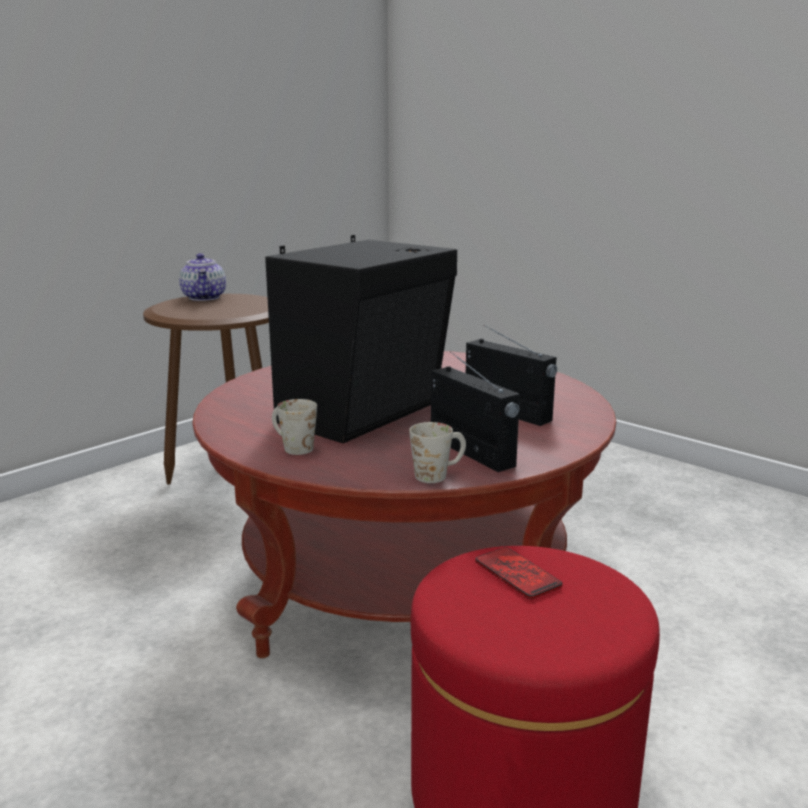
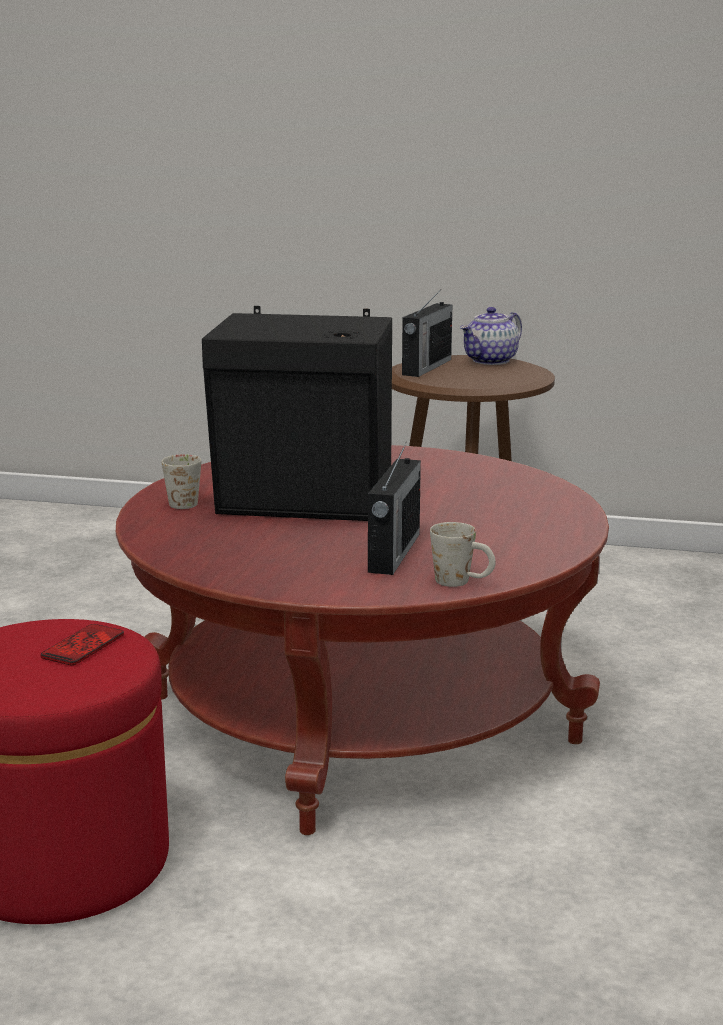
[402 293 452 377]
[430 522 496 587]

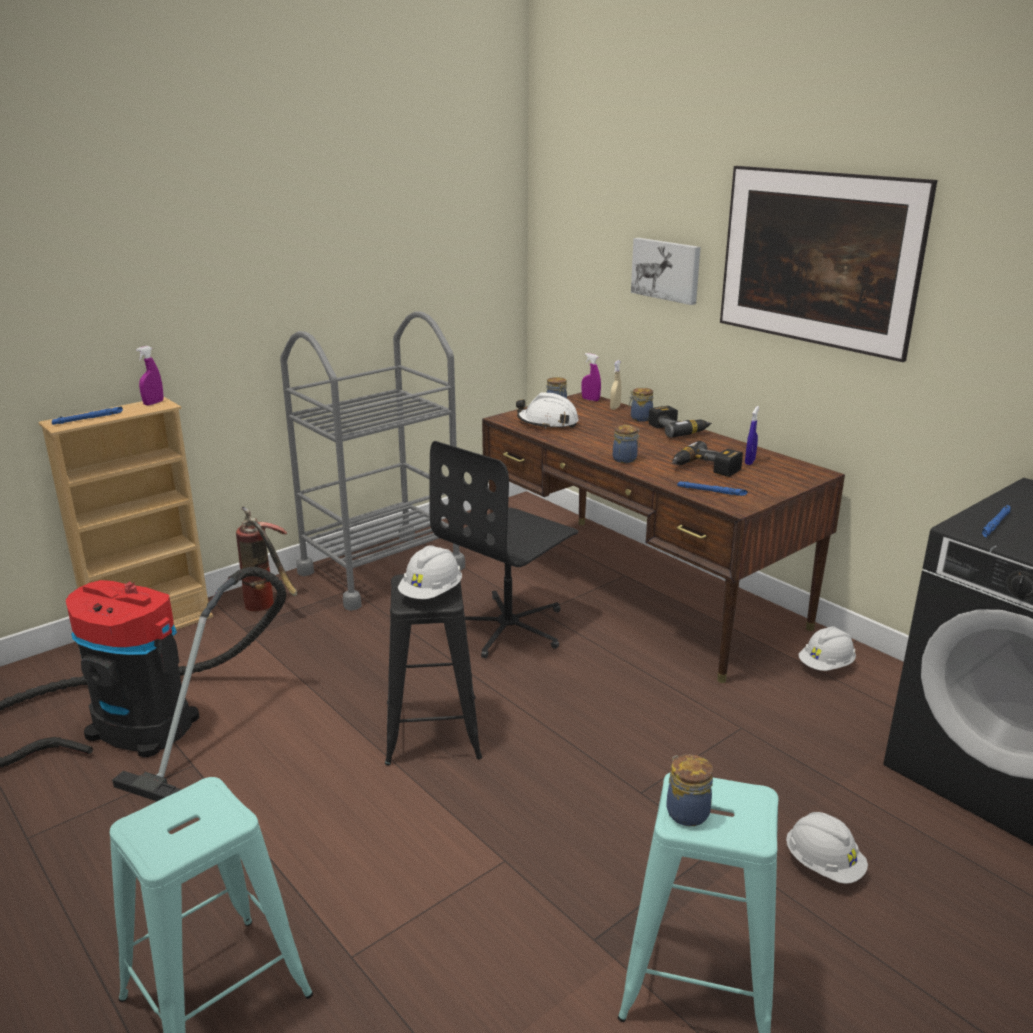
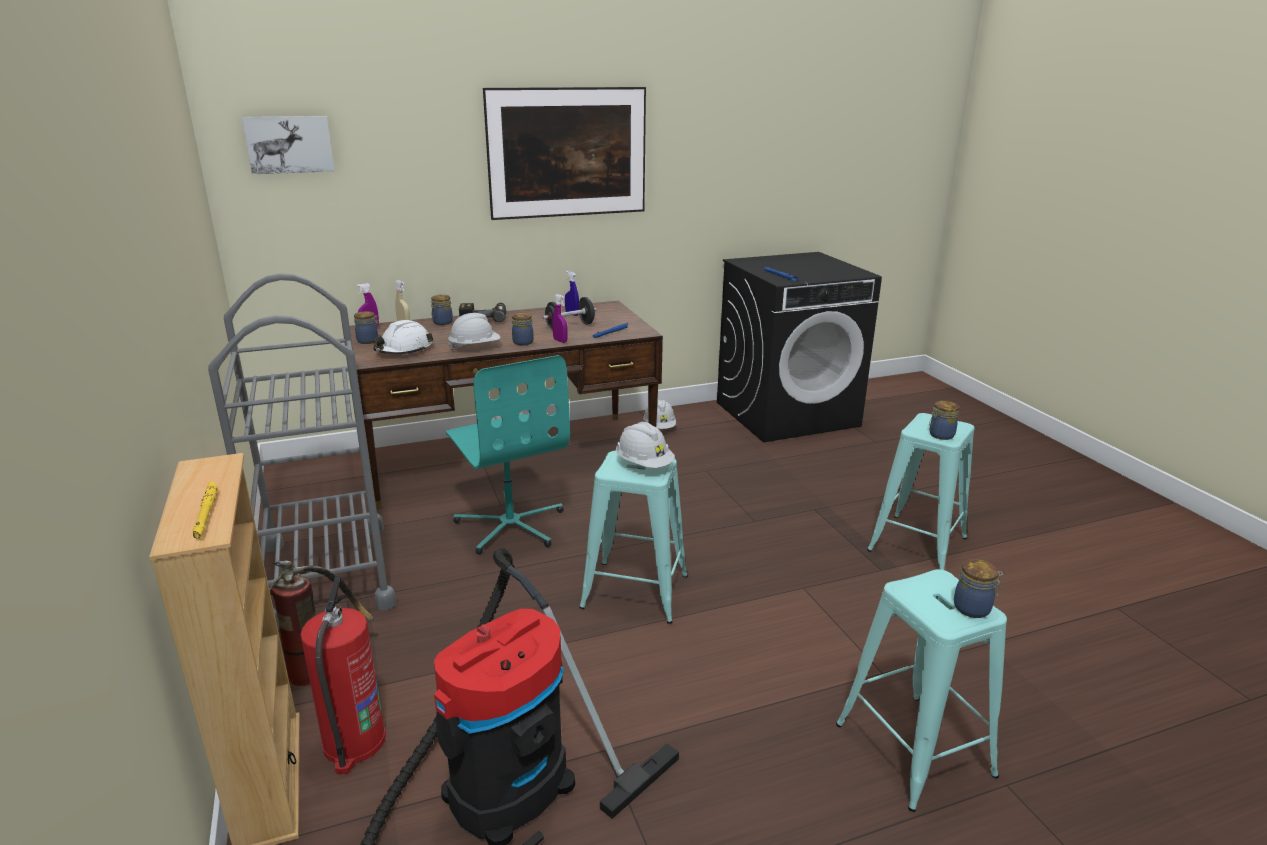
[193 481 218 539]
[242 116 334 174]
[300 576 386 774]
[446 355 570 555]
[448 313 500 350]
[542 297 597 330]
[552 294 568 343]
[579 451 688 624]
[954 559 1003 618]

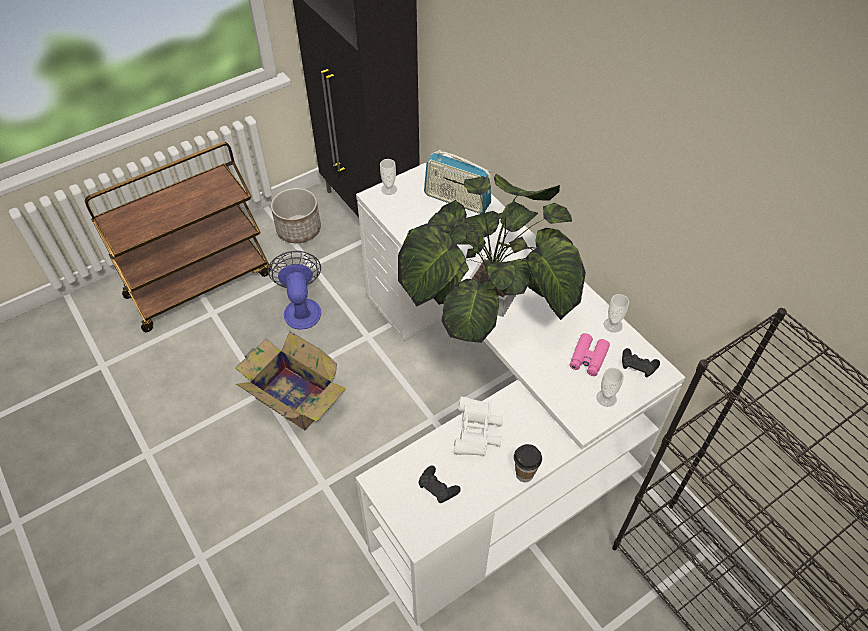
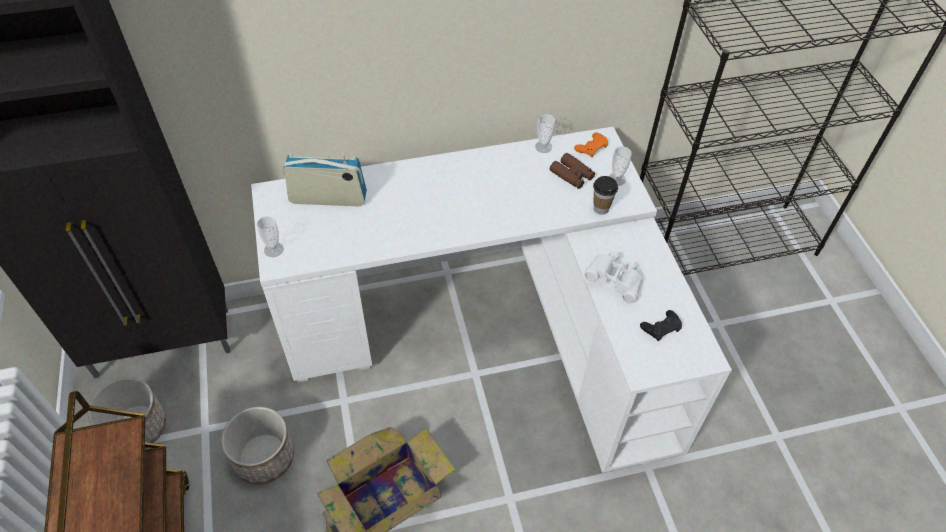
[221 407 294 485]
[283 152 367 206]
[550 153 595 189]
[574 132 608 157]
[593 176 618 214]
[398 174 586 343] (first image)

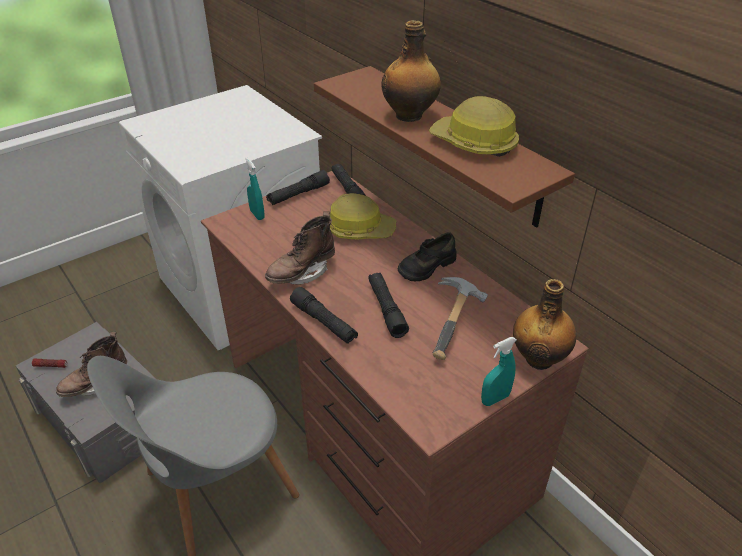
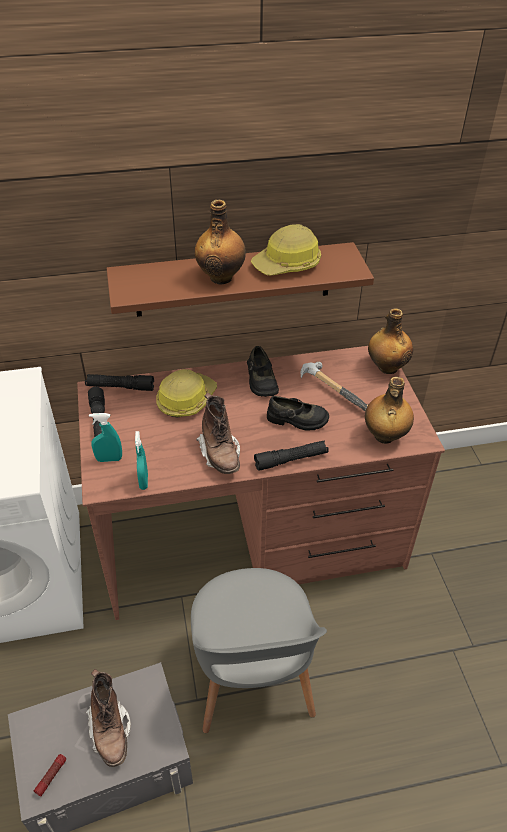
[135 431 148 490]
[267 396 329 431]
[365 377 414 444]

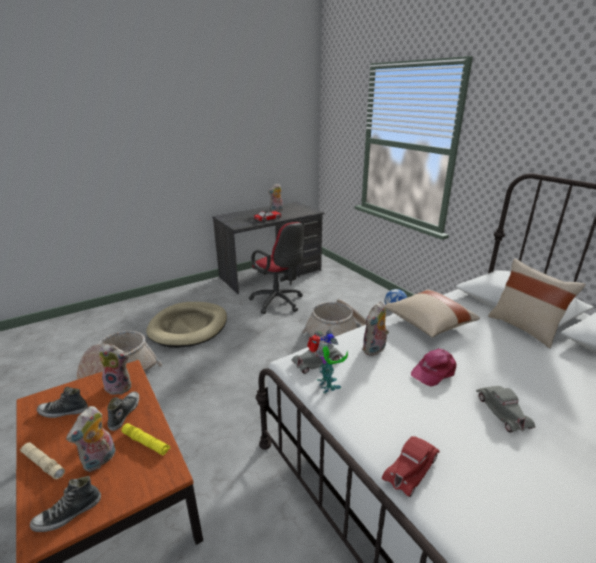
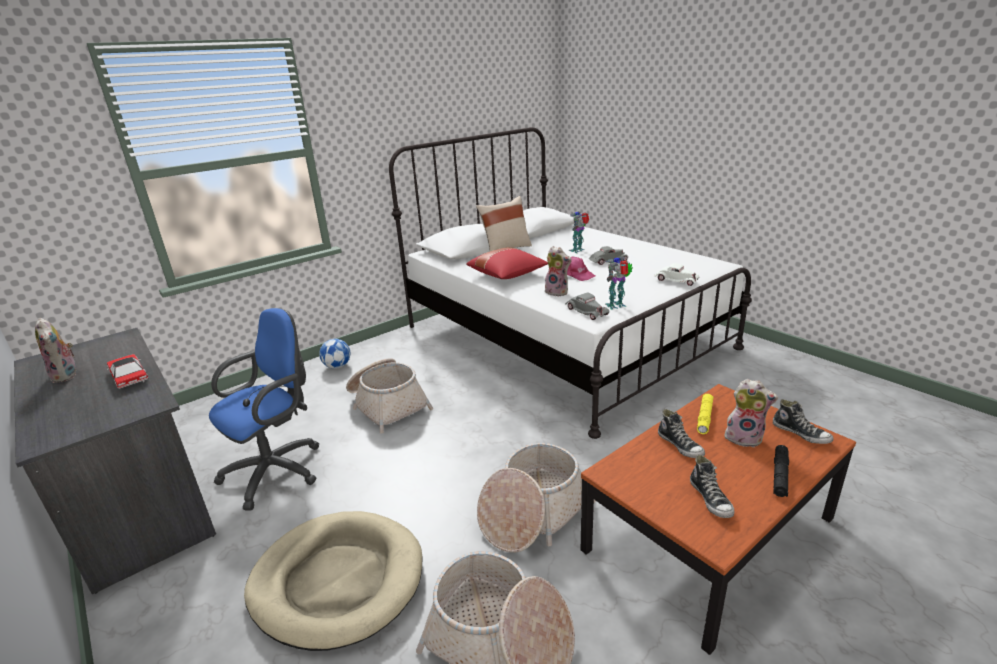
[209 308 320 511]
[466 247 548 279]
[477 443 596 553]
[568 211 589 253]
[654 263 700 286]
[658 409 705 458]
[773 445 789 497]
[99 344 131 395] (first image)

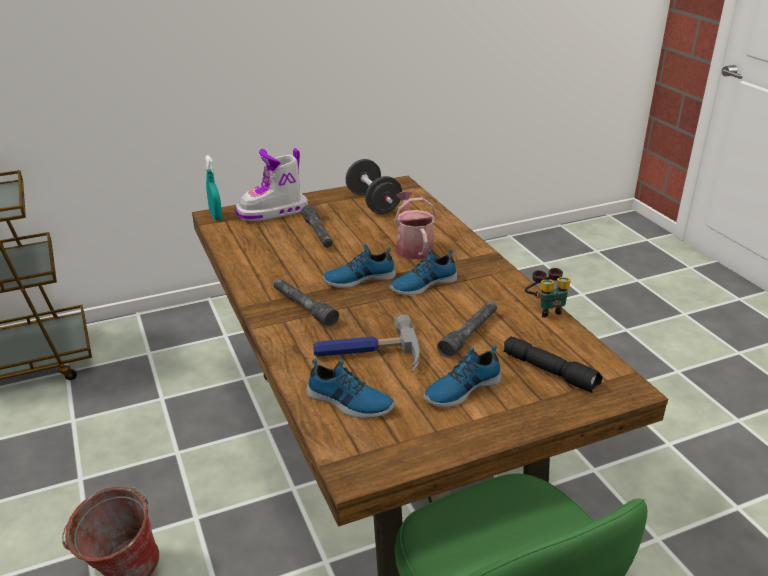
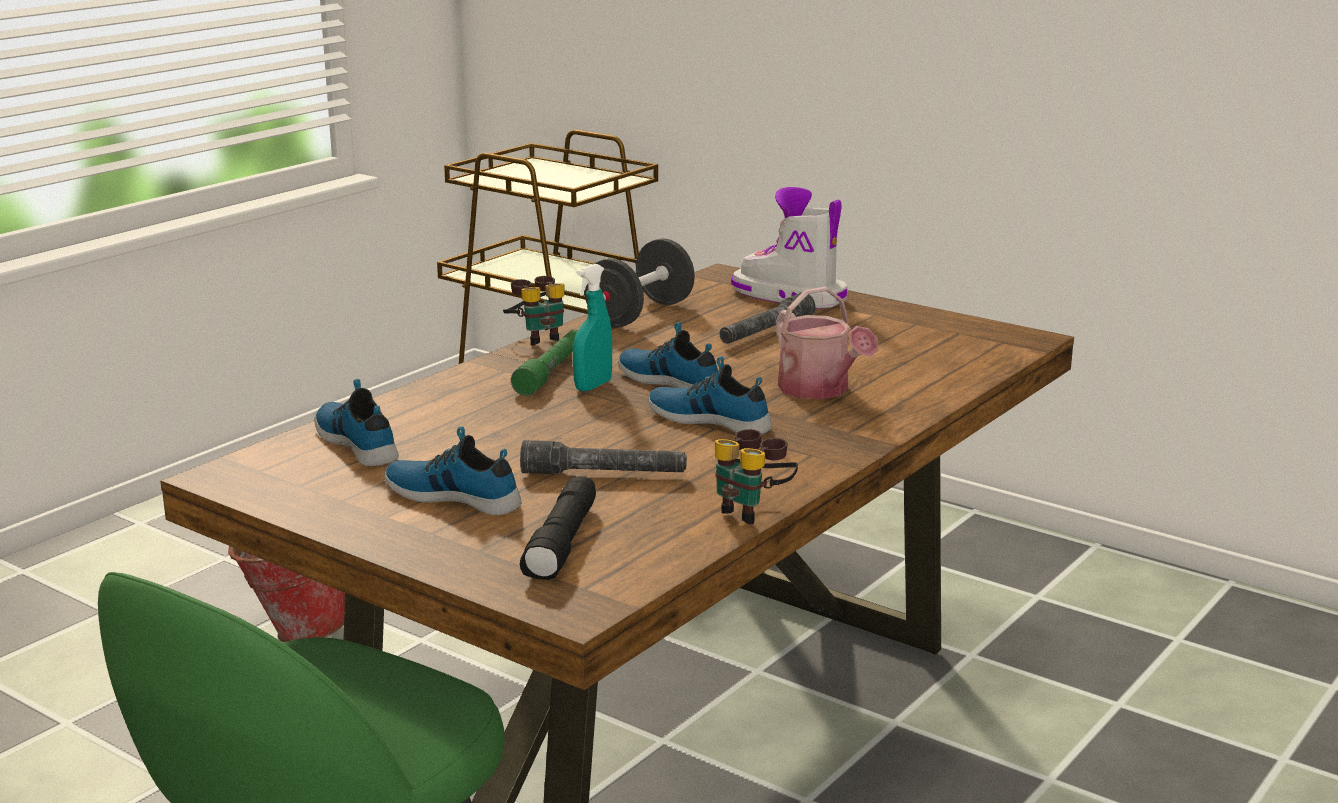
[314 379 399 466]
[503 276 564 346]
[511 330 578 396]
[573 264 612 392]
[584 238 695 328]
[776 287 878 399]
[313 314 419 372] (first image)

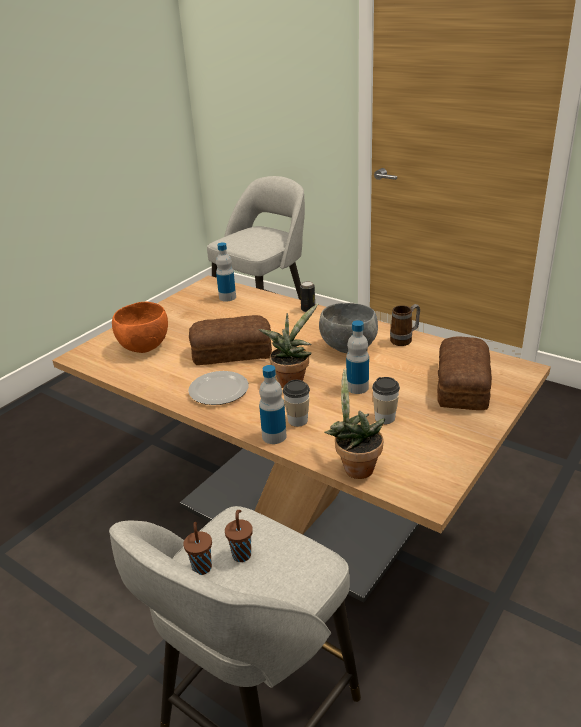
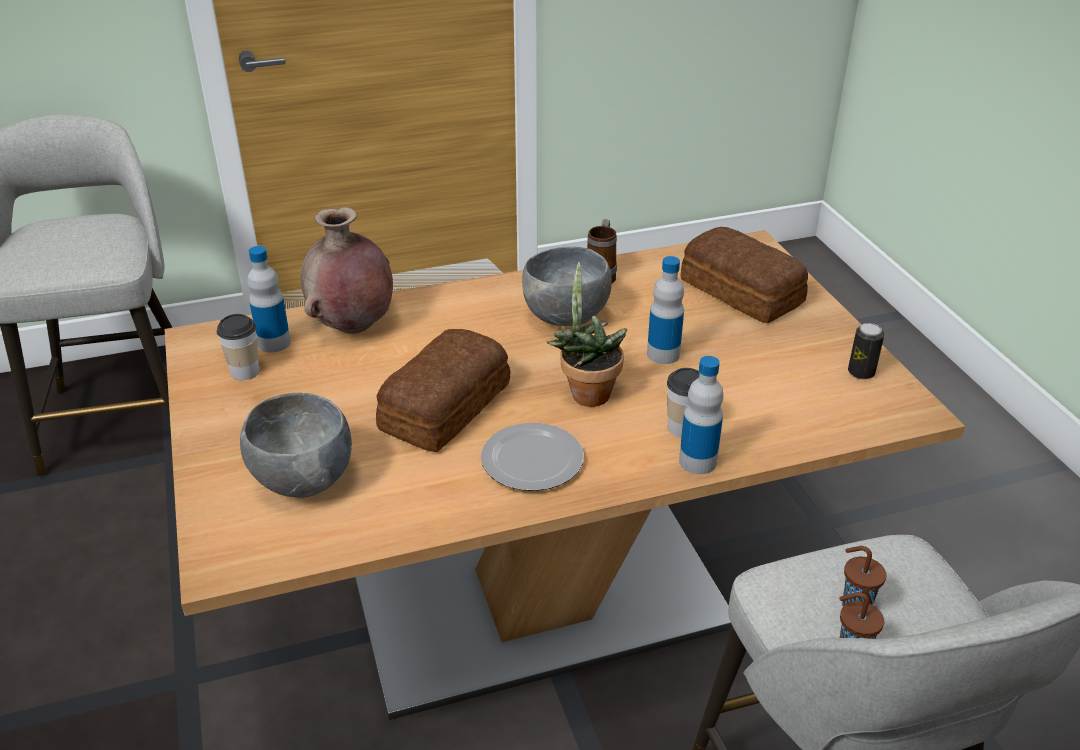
[217 314 259 380]
[240 392 352 498]
[301 207 393 334]
[848 323 884 379]
[324 369 385 479] (first image)

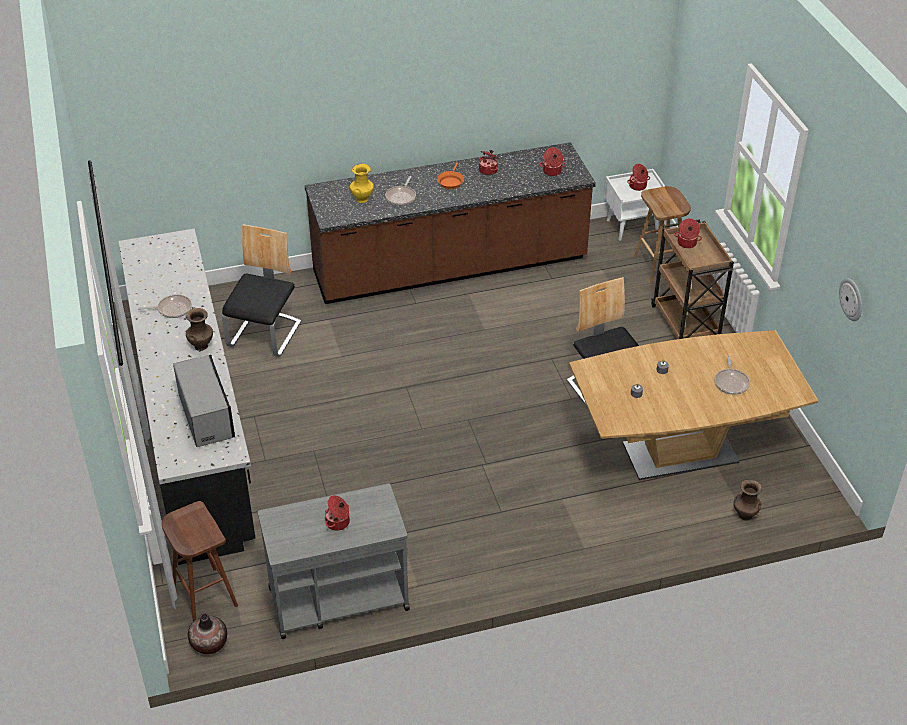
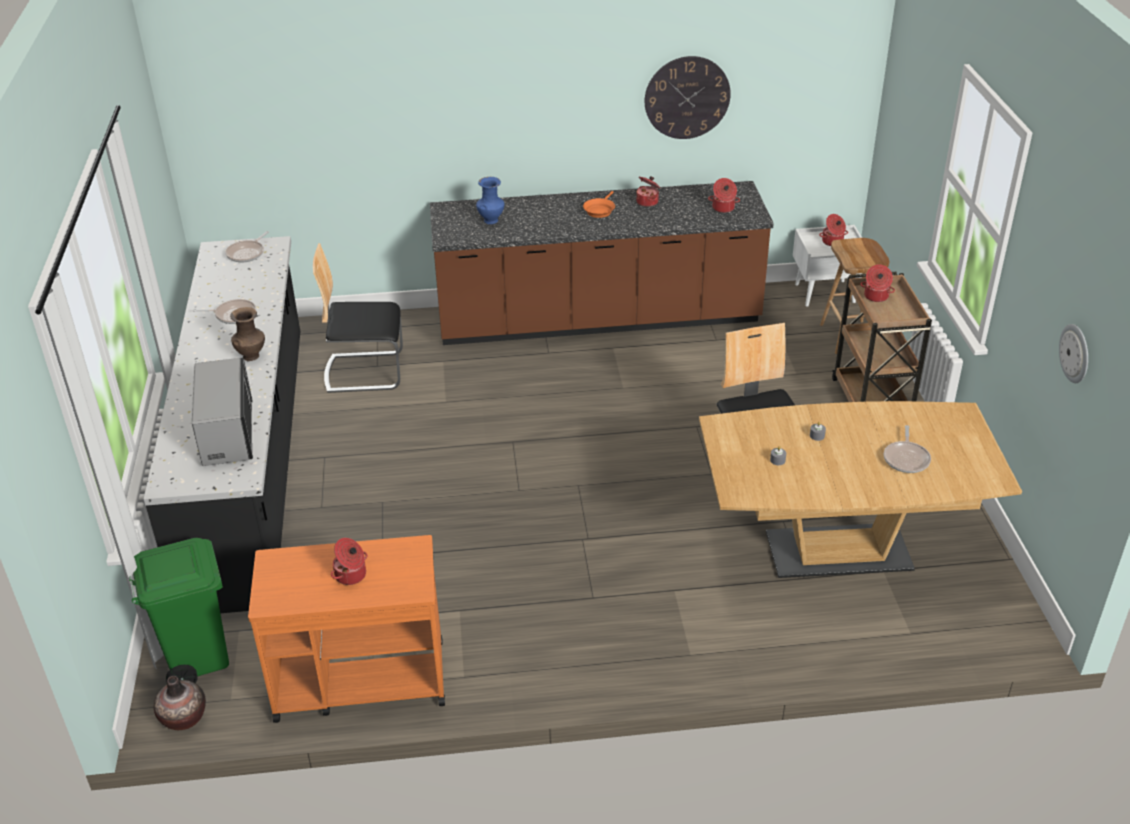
[129 538 229 683]
[225 231 269 263]
[248 535 445 723]
[313 243 403 393]
[476 177 505 224]
[645 56 731 139]
[734 480 762 521] (first image)

